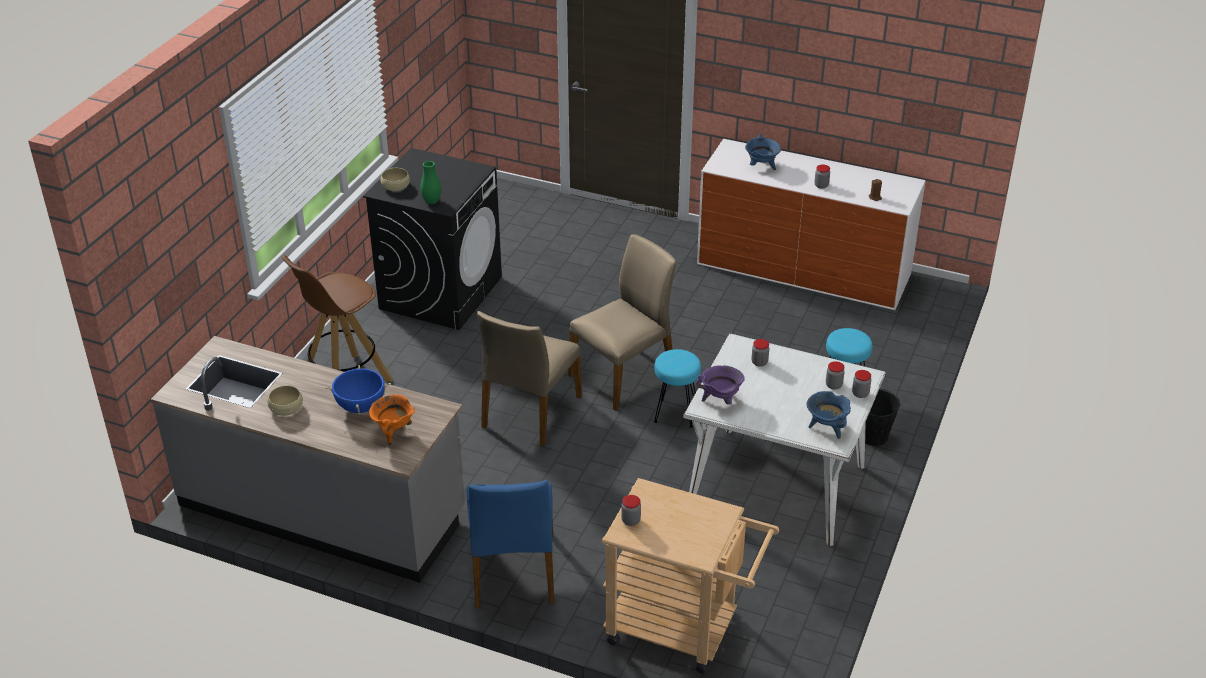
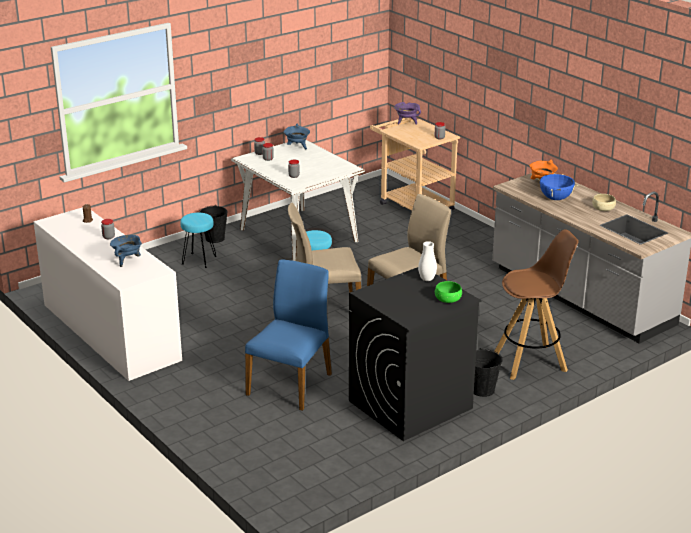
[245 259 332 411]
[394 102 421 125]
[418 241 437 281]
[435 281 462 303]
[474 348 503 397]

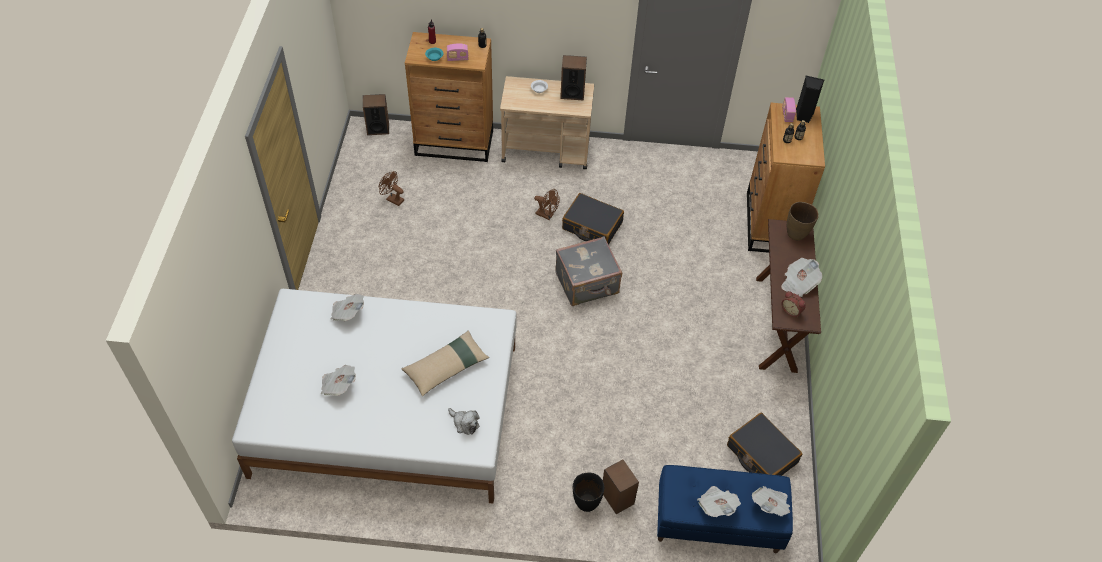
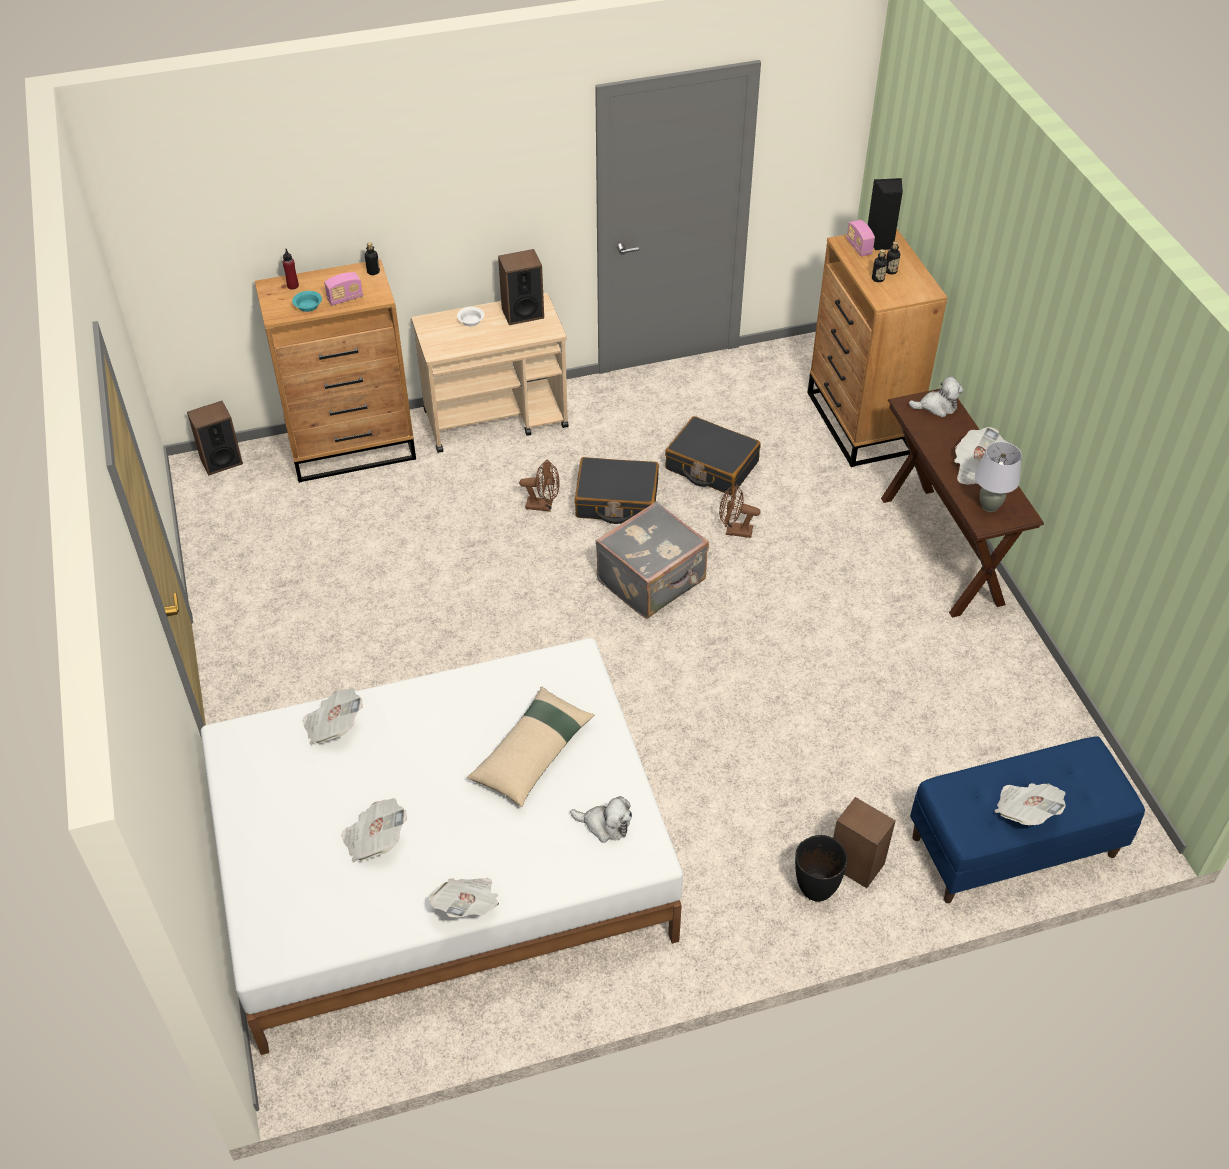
[429 878 499 917]
[665 416 761 496]
[719 484 761 538]
[909 376 964 417]
[975 442 1022 512]

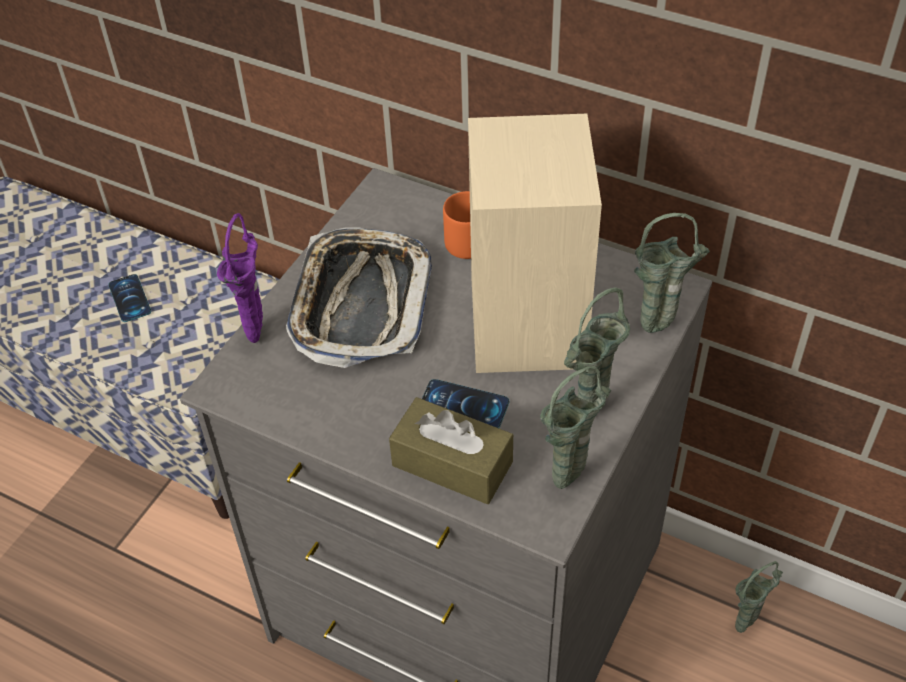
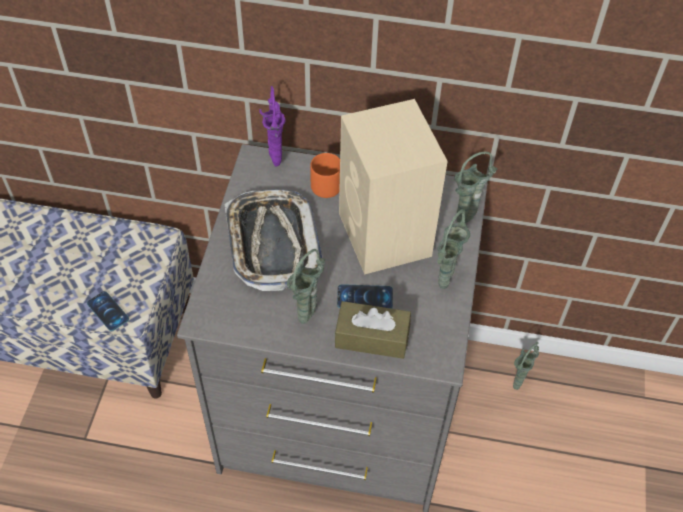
[87 291 129 331]
[259 86 286 167]
[287 249 325 324]

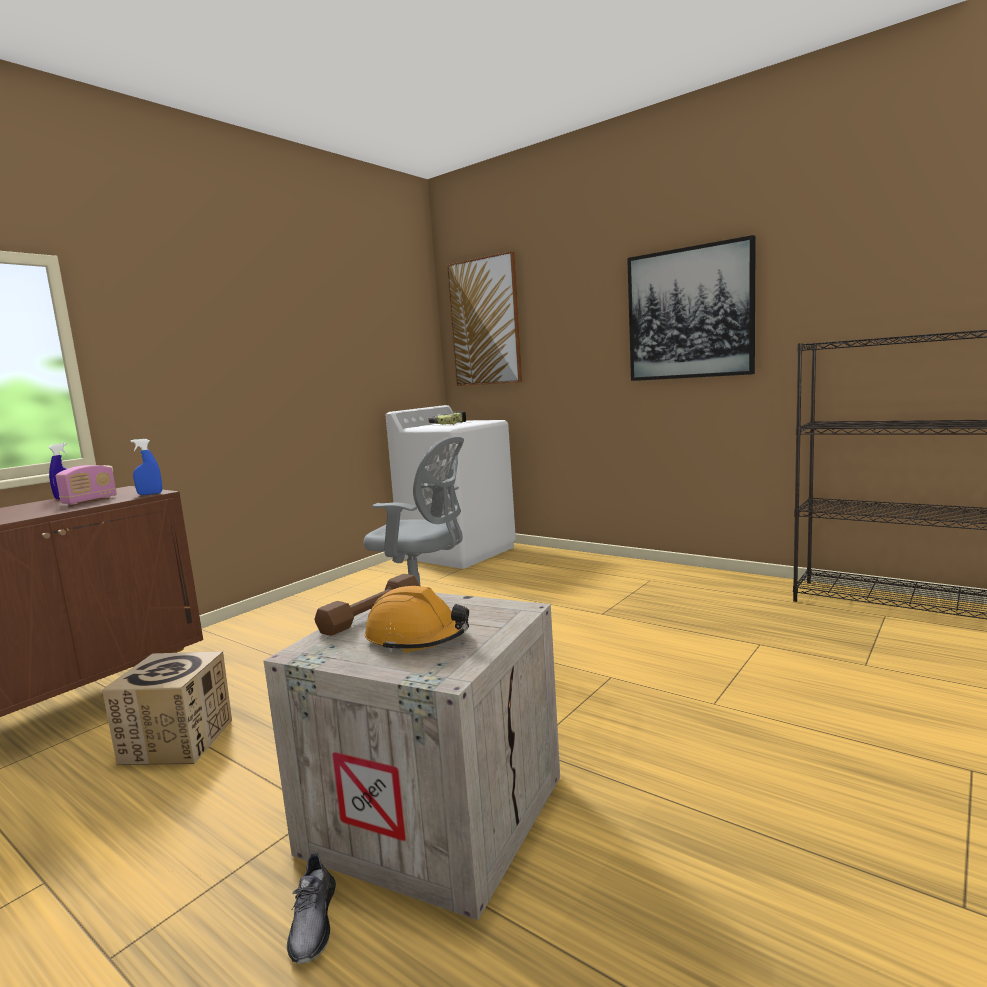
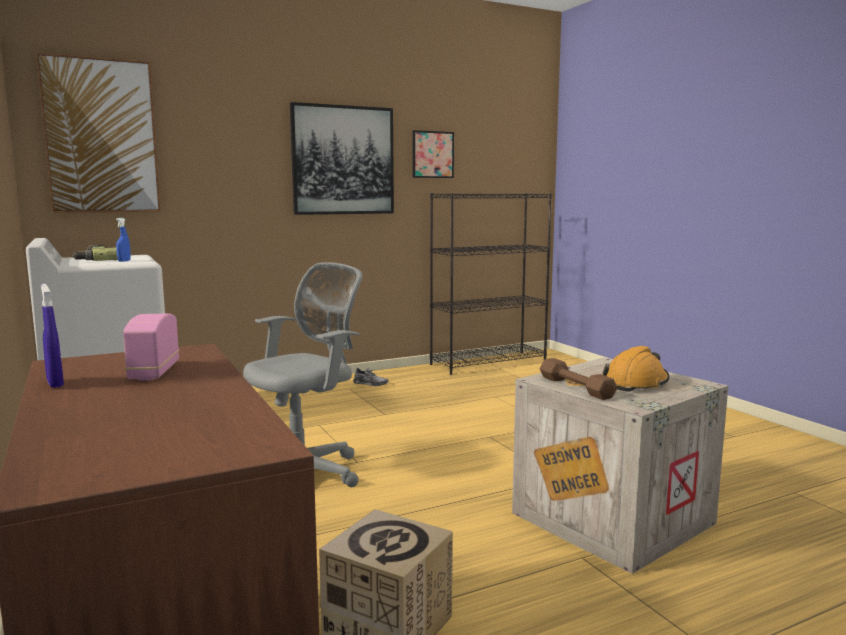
[116 218 131 262]
[123 314 179 381]
[353 368 389 386]
[412 130 454 178]

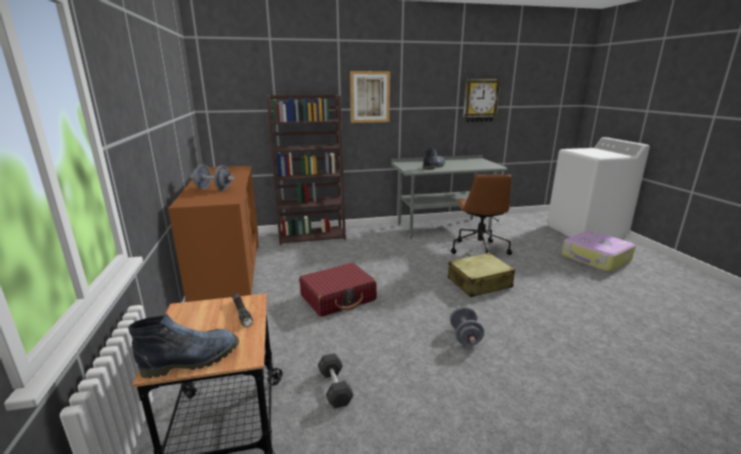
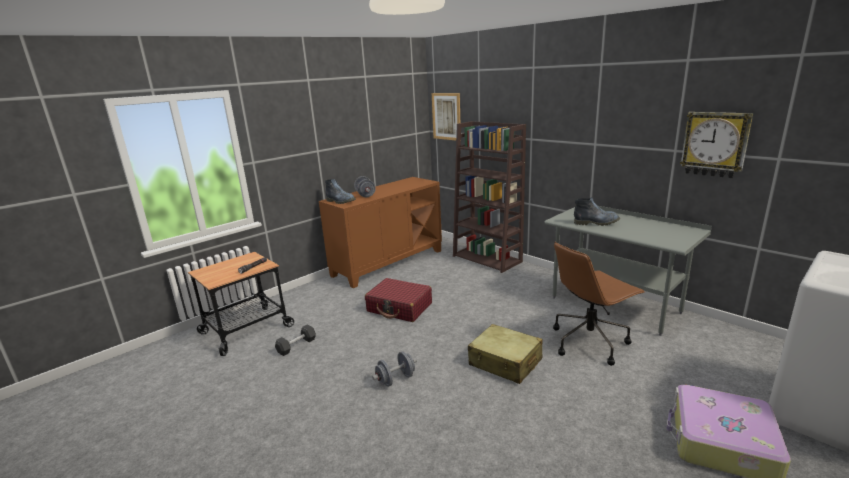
[325 179 356 204]
[432 93 460 140]

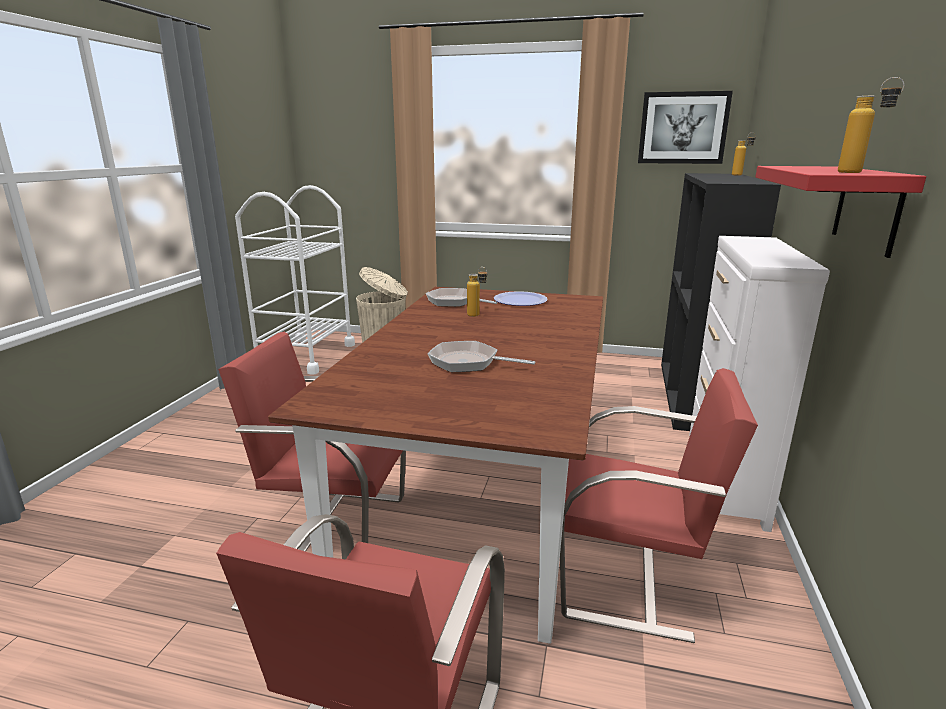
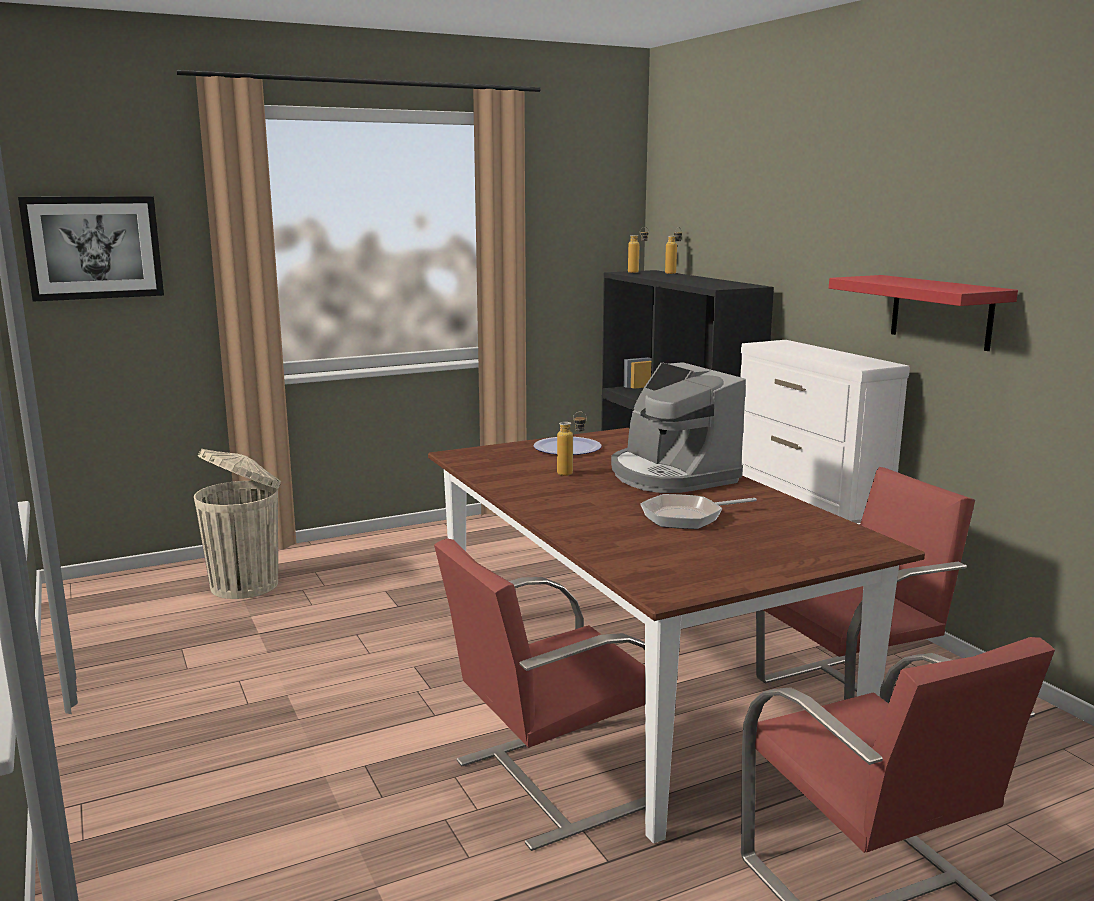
[18 196 164 302]
[611 362 746 493]
[628 227 649 273]
[235 185 355 374] (first image)
[426 288 497 307] (first image)

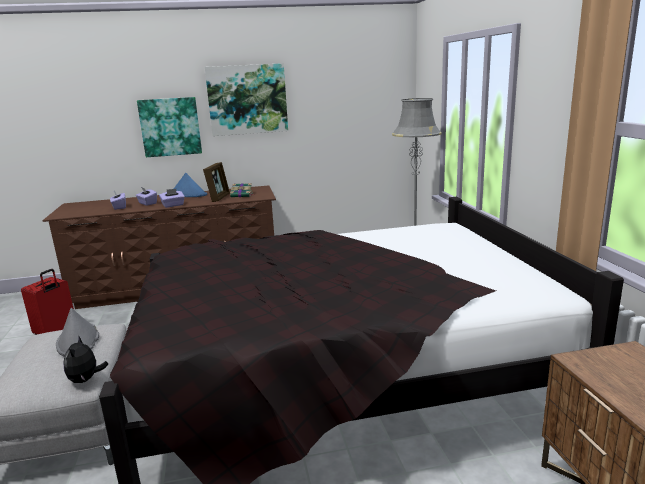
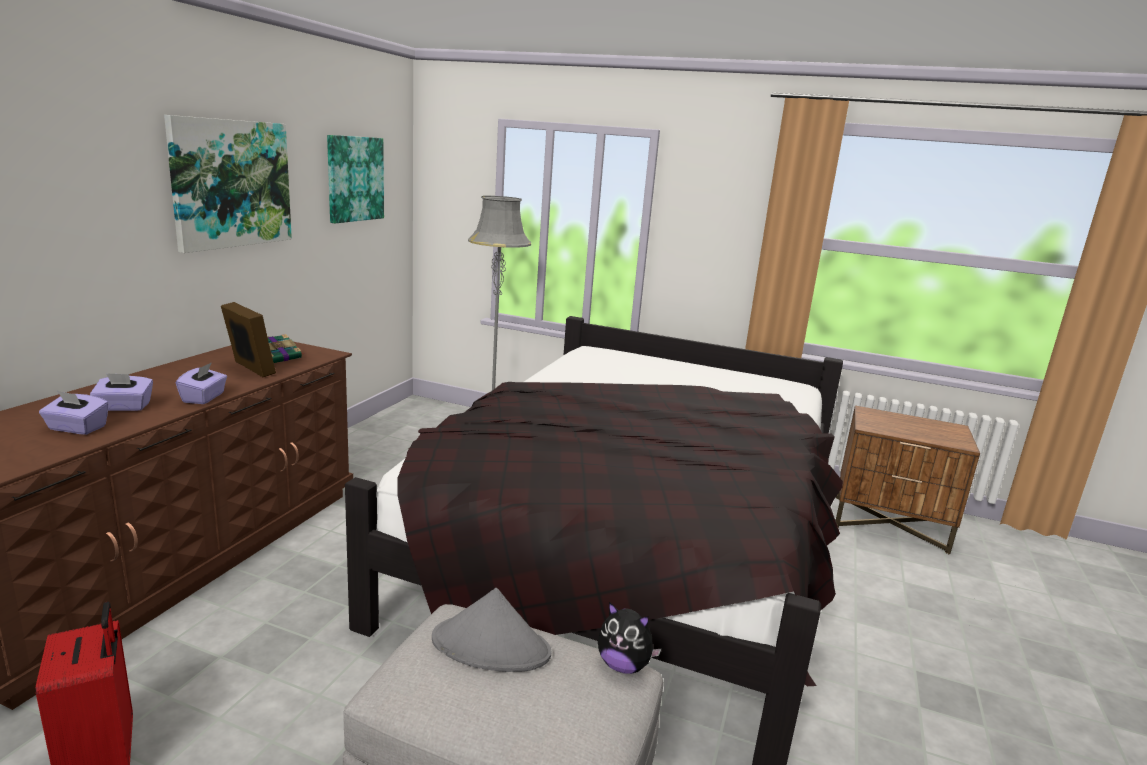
[327 135 384 223]
[174 173 207 197] (first image)

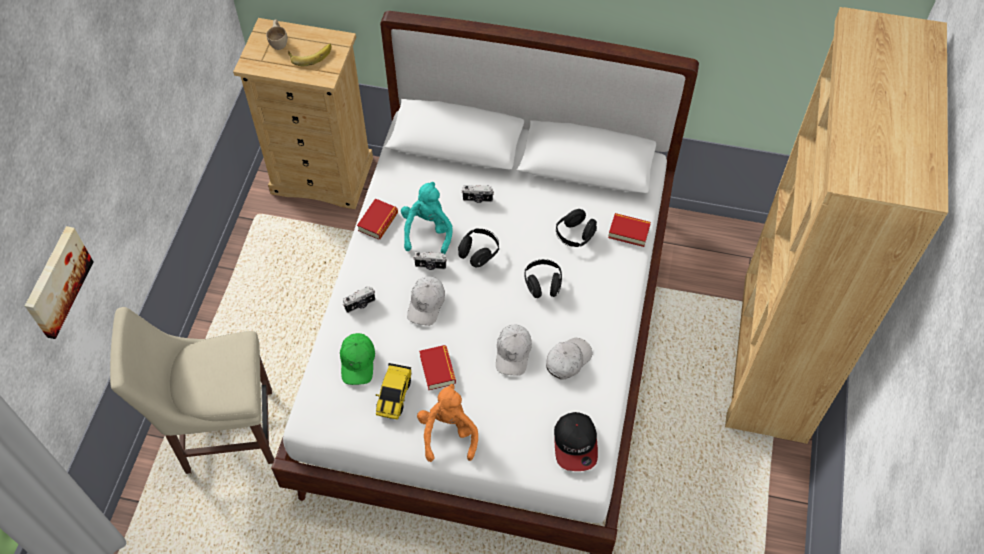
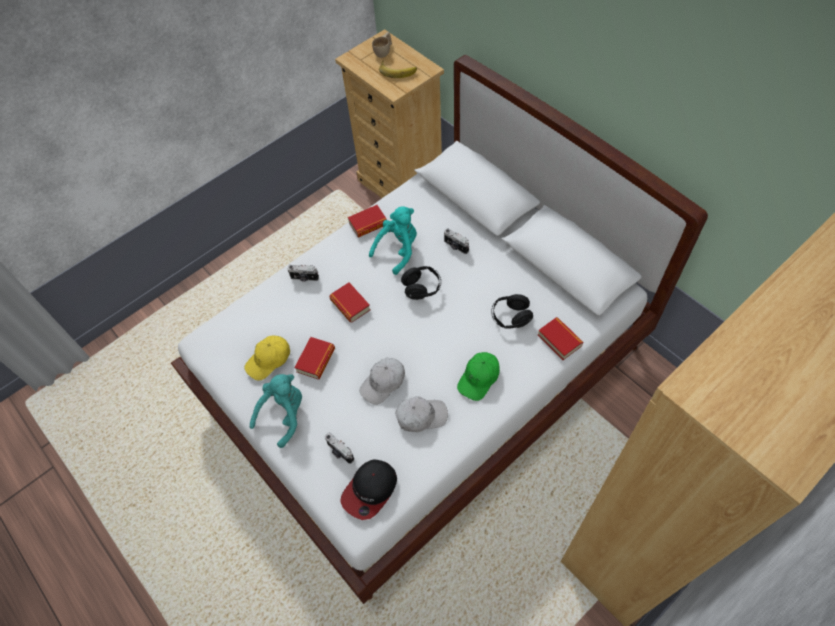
[244 336 290 380]
[250 374 302 448]
[325 433 354 464]
[329 282 371 322]
[457 352 500 401]
[25 226 94 339] (first image)
[110 307 274 474] (first image)
[525 259 562 298] (first image)

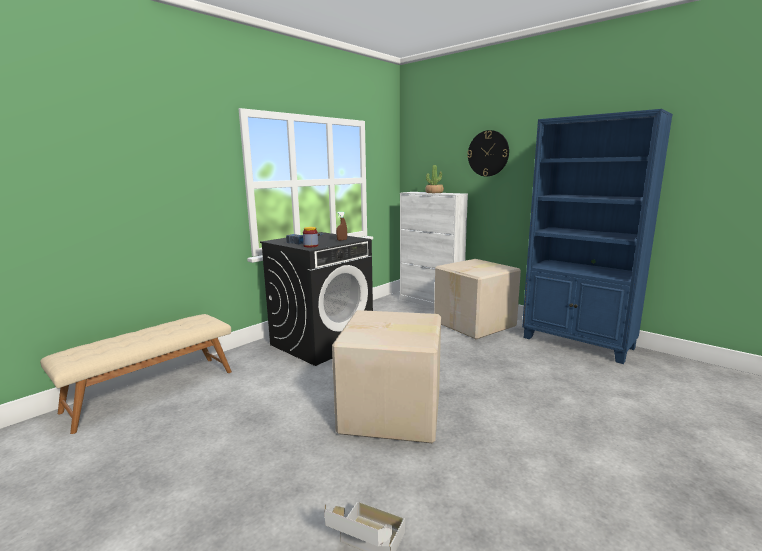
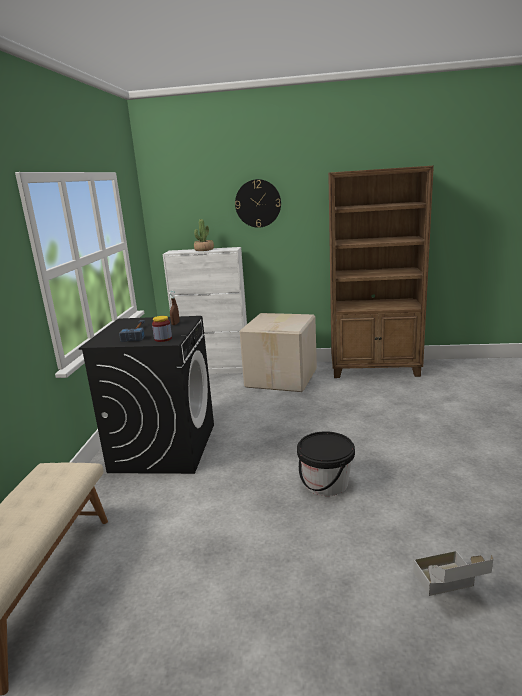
[297 431 355 496]
[328 166 434 378]

